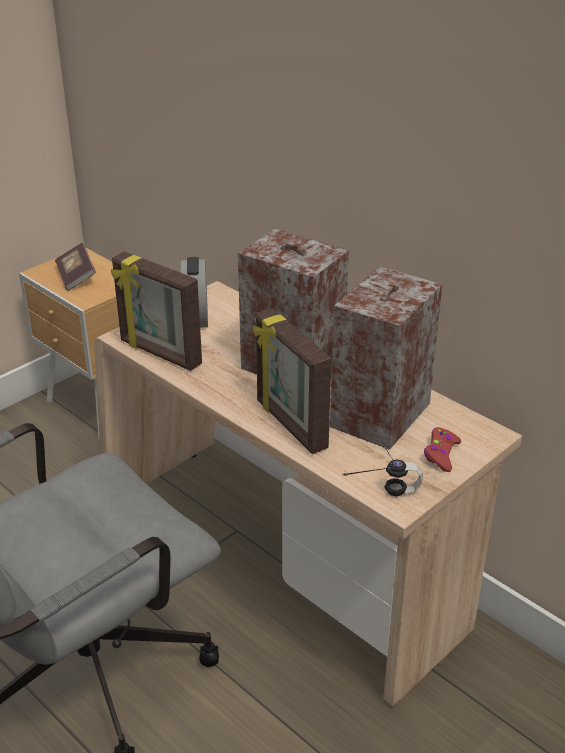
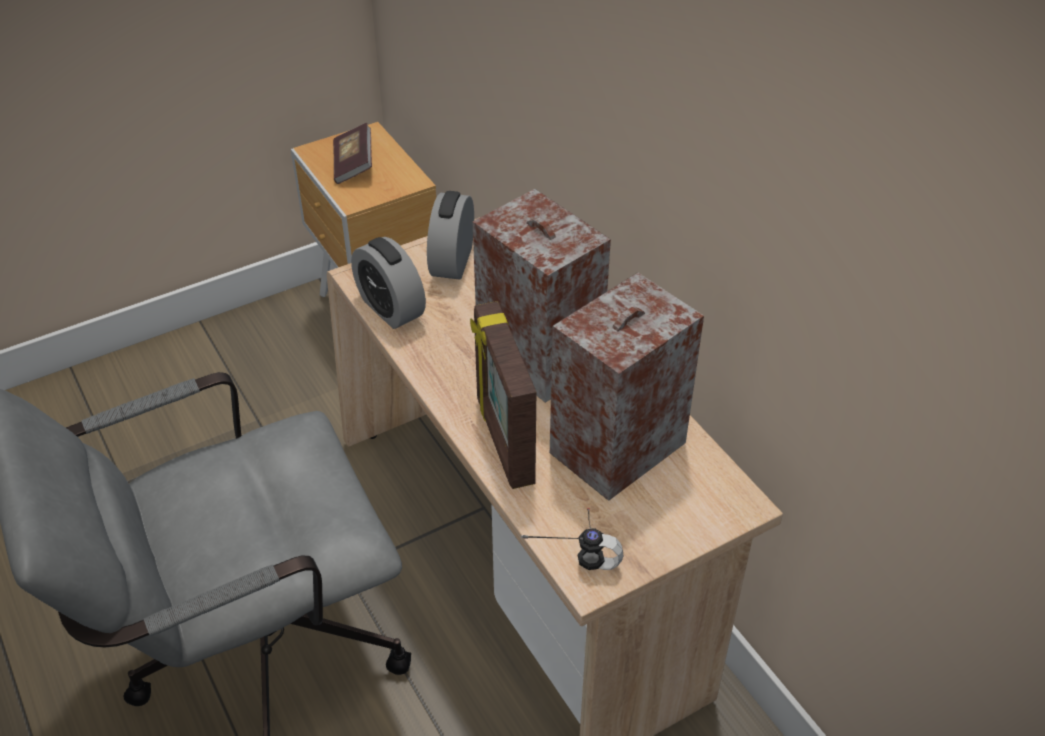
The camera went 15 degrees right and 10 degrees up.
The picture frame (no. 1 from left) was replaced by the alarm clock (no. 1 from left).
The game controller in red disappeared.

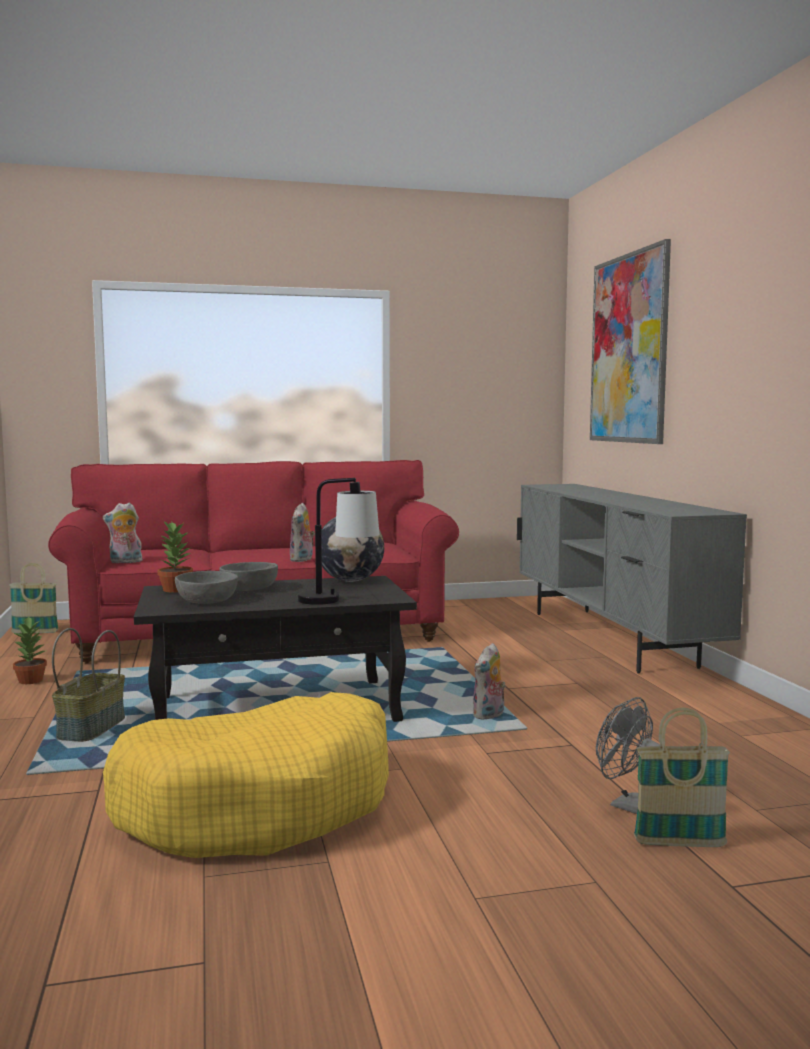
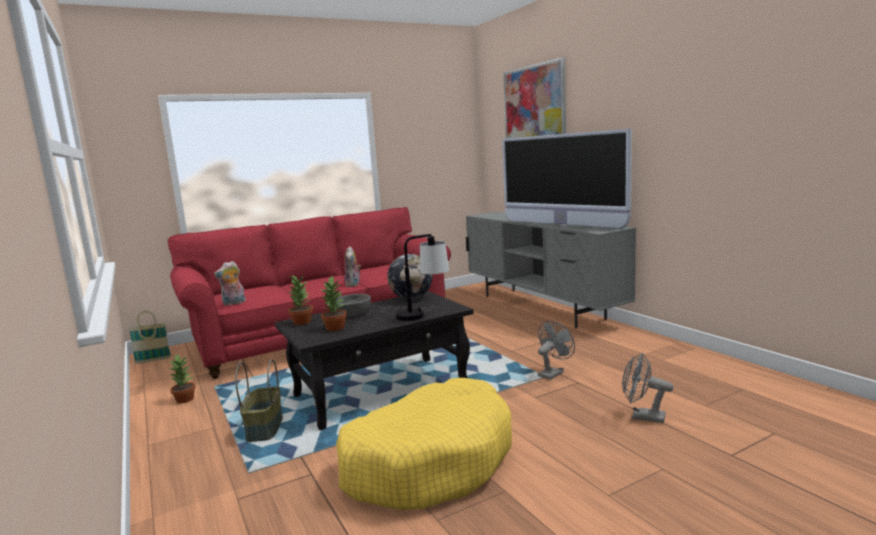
The camera went 15 degrees left and 5 degrees up.
The bowl in grey (no. 1 from left) was replaced by the potted plant (no. 3 from left).
The plush toy (no. 3 from left) disappeared.
The basket (no. 3 from left) disappeared.
The television appeared.
The fan in grey (no. 1 from left) appeared.

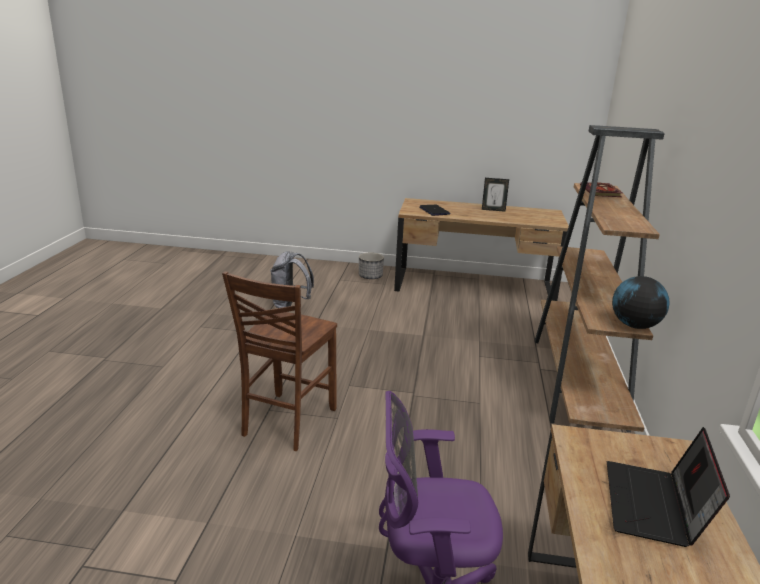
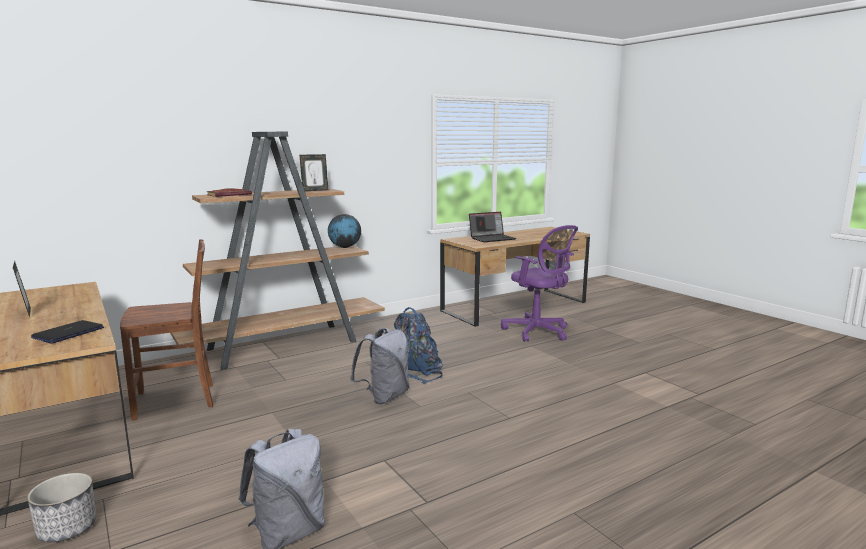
The camera went 130 degrees left and 10 degrees down.
The chair in brown moved.
The picture frame (no. 2 from left) appeared.
The backpack in grey (no. 2 from left) appeared.
The backpack in blue appeared.

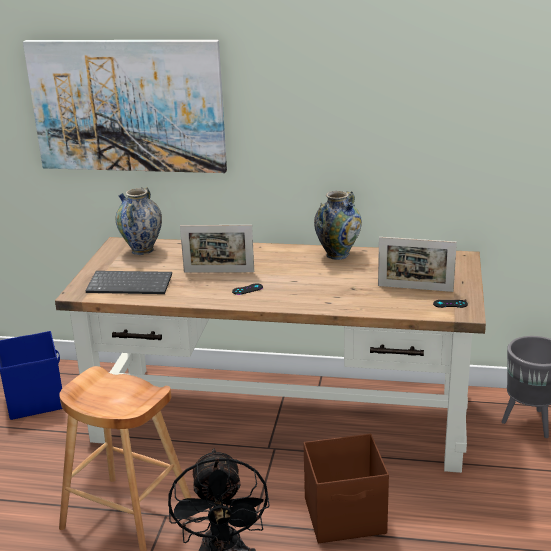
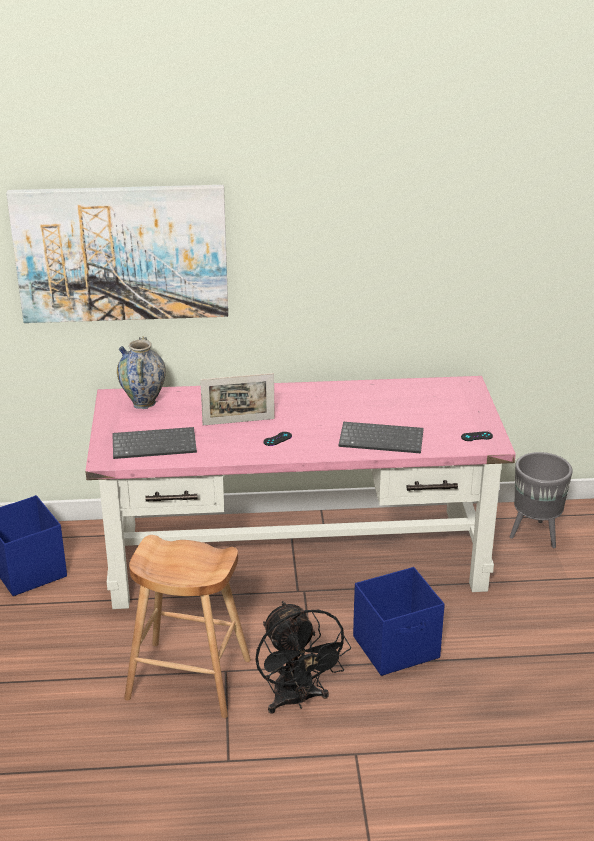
The camera went 15 degrees left and 5 degrees up.
The desk in brown became the desk in pink.
The storage box in brown became the storage box in blue (no. 2 from left).
The vase (no. 2 from left) disappeared.
The picture frame (no. 2 from left) disappeared.
The keyboard (no. 2 from left) appeared.

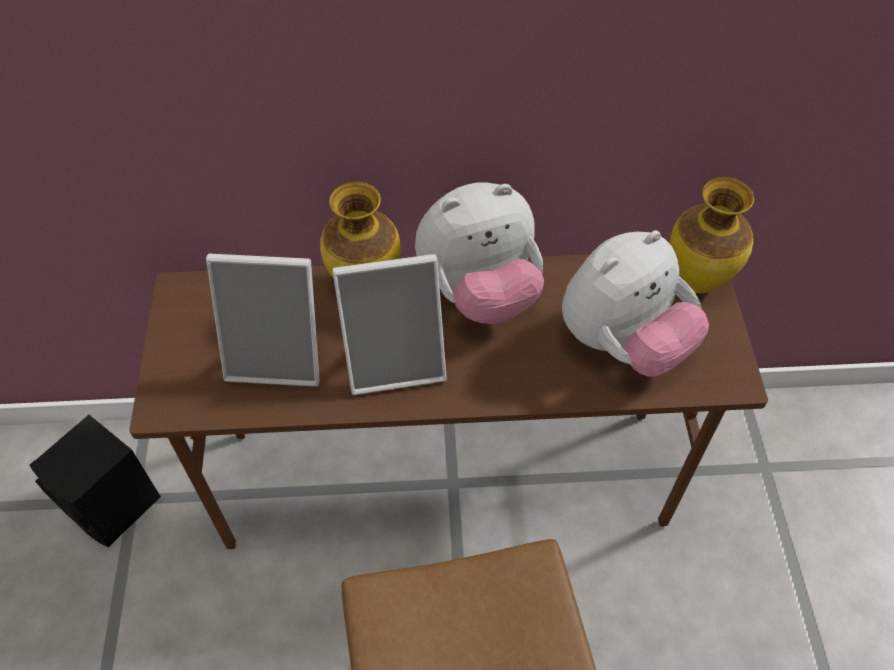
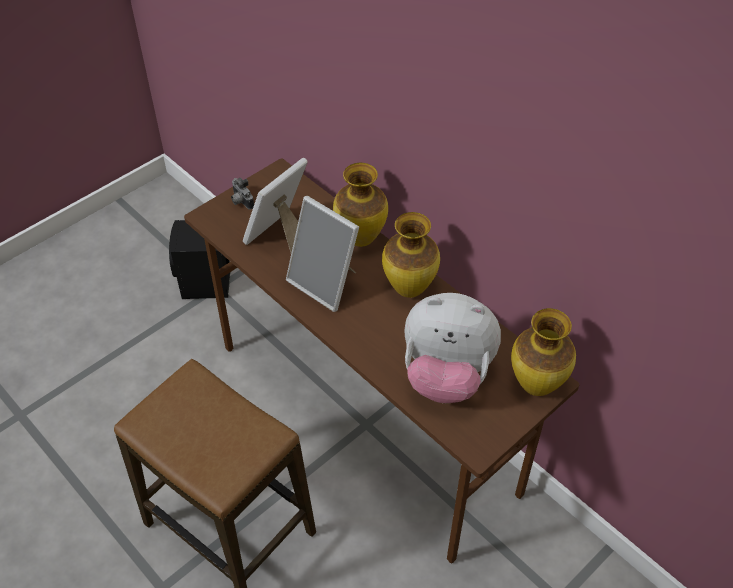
The camera went 50 degrees right and 5 degrees down.
The picture frame (no. 1 from left) turned 75 degrees clockwise.
The plush toy (no. 1 from left) was replaced by the vase (no. 2 from left).
The photo camera appeared.

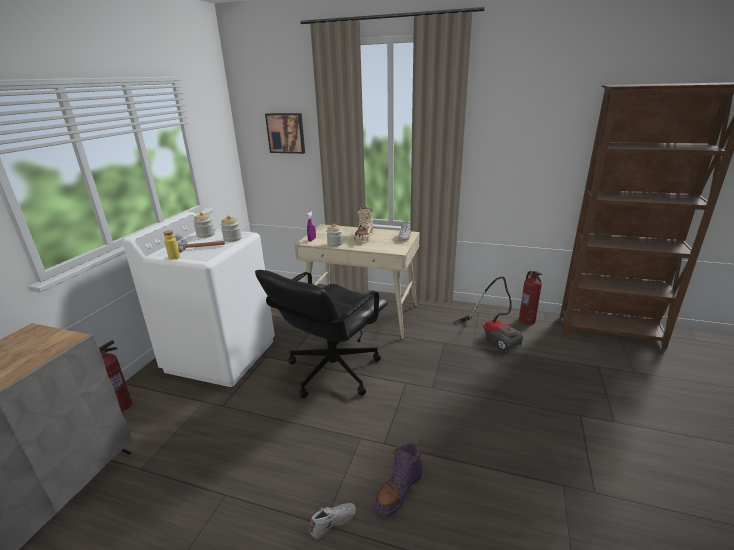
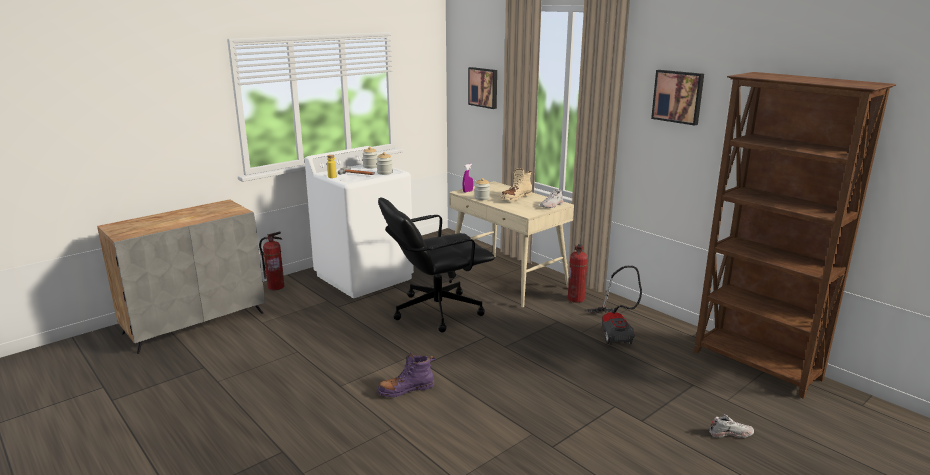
The camera went 30 degrees right and 5 degrees down.
The shoe in white (no. 1 from left in the first image) moved.
The fire extinguisher (no. 2 from left) moved.
The picture (no. 2 from left) appeared.

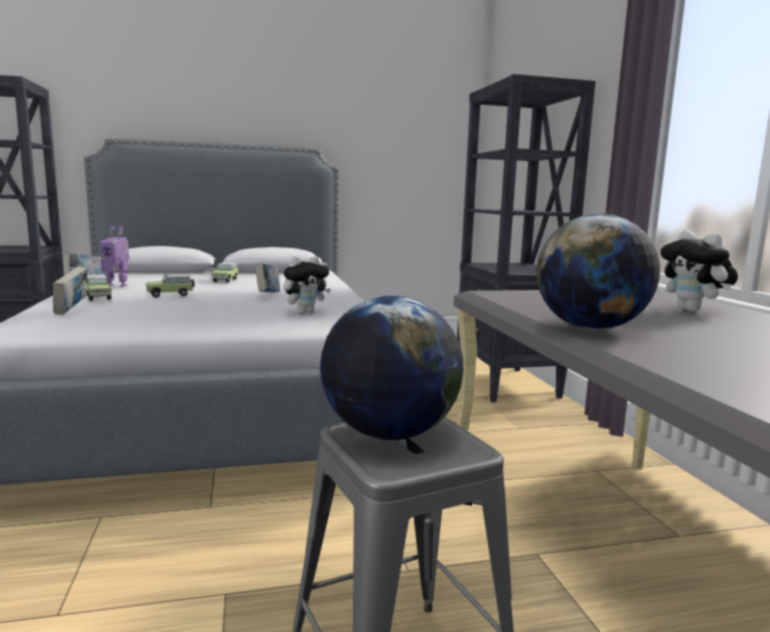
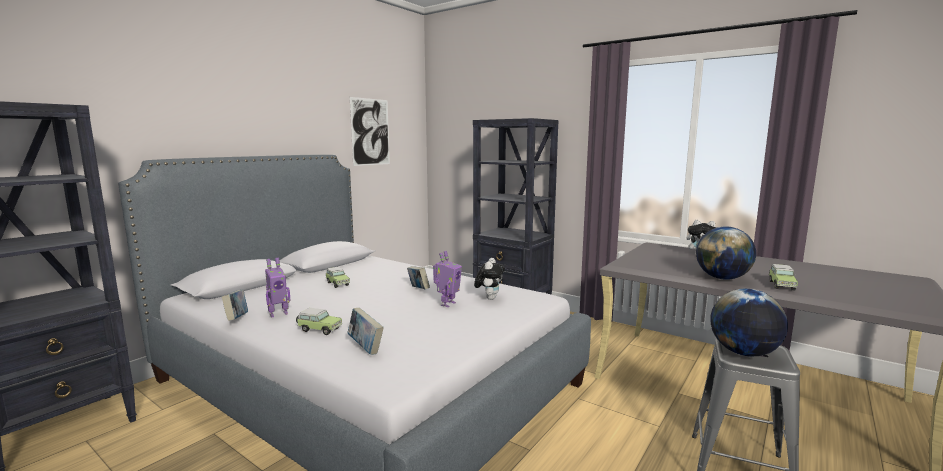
The camera went 40 degrees left and 0 degrees up.
The toy car (no. 2 from left in the first image) moved.
The picture appeared.
The toy robot (no. 2 from left) appeared.

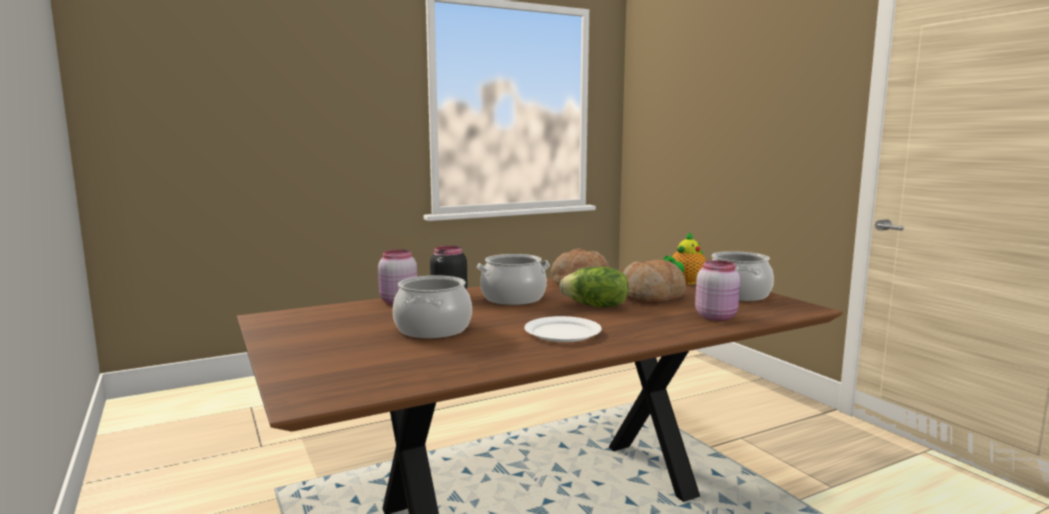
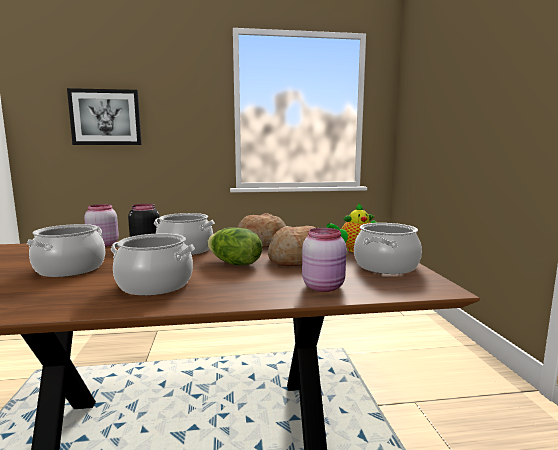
The camera went 20 degrees right and 0 degrees up.
The plate in white was replaced by the cooking pot (no. 2 from left).
The picture appeared.

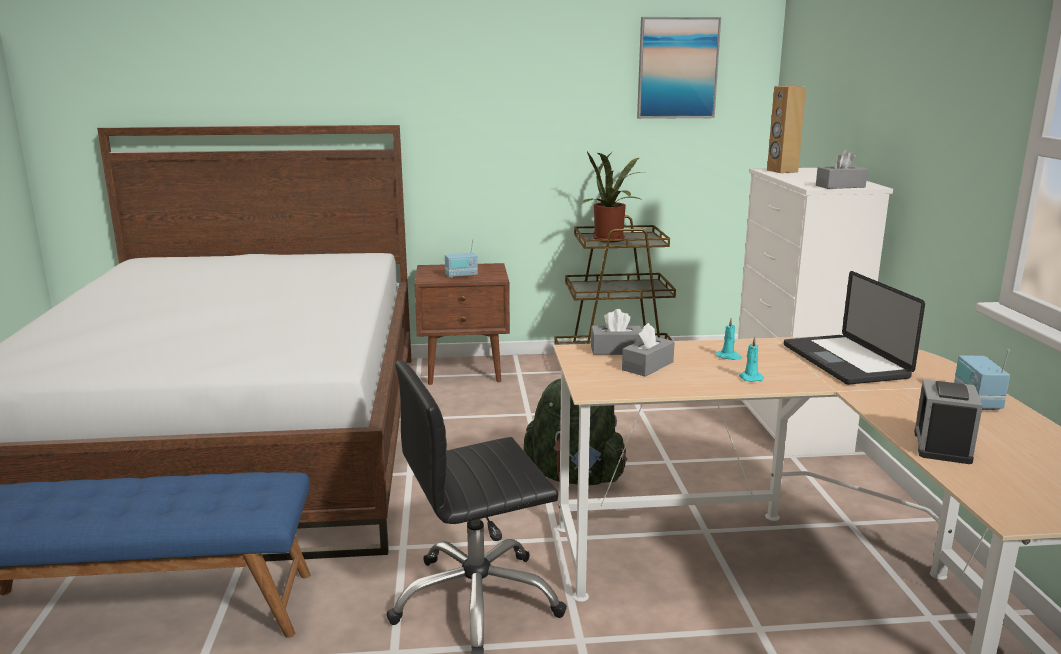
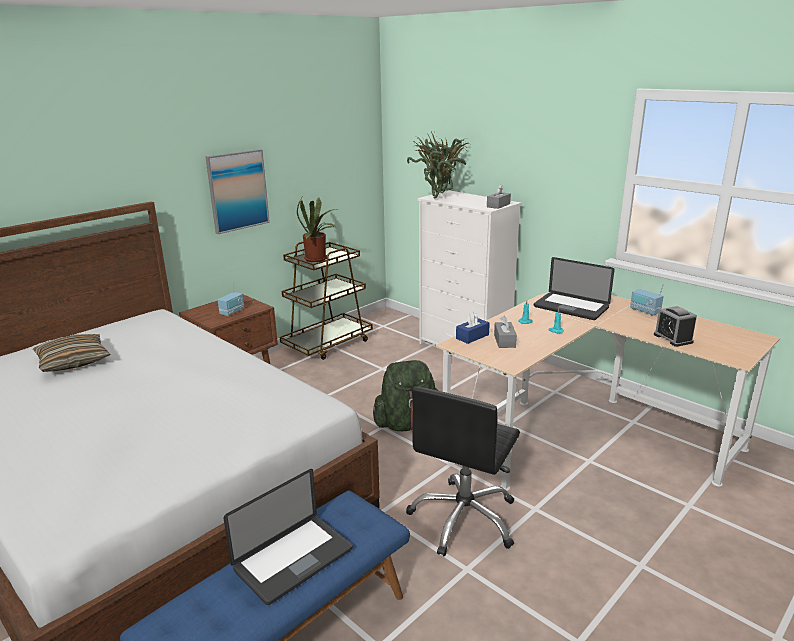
The camera went 40 degrees left and 5 degrees up.
The tissue box in grey (no. 1 from left) became the tissue box in blue.
The picture moved.
The speaker in brown was replaced by the potted plant (no. 2 from left).
The pillow appeared.
The laptop (no. 1 from left) appeared.

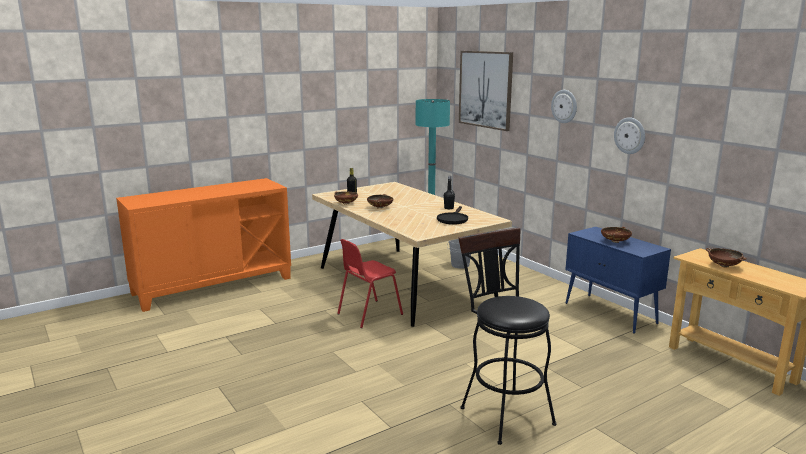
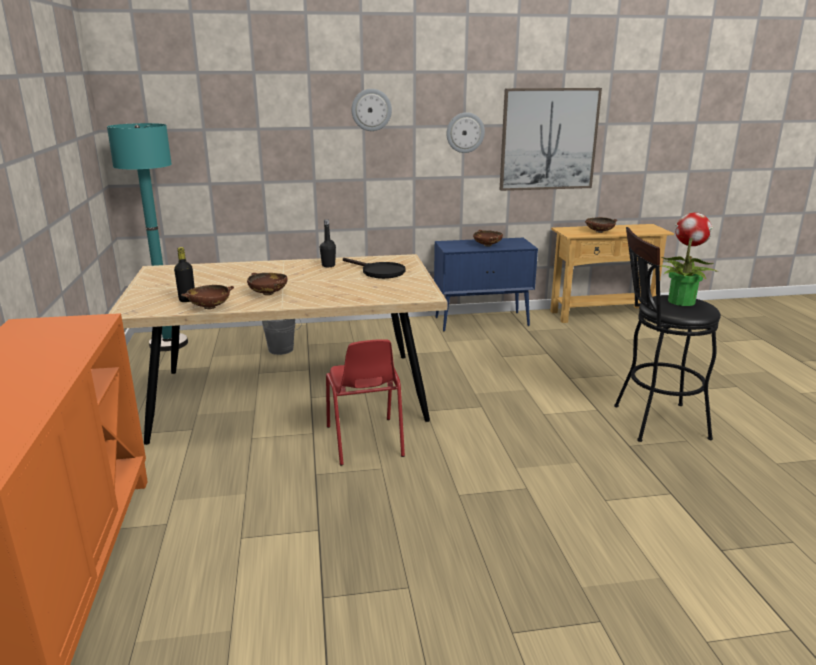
The camera went 65 degrees left and 5 degrees up.
The picture moved.
The potted plant appeared.

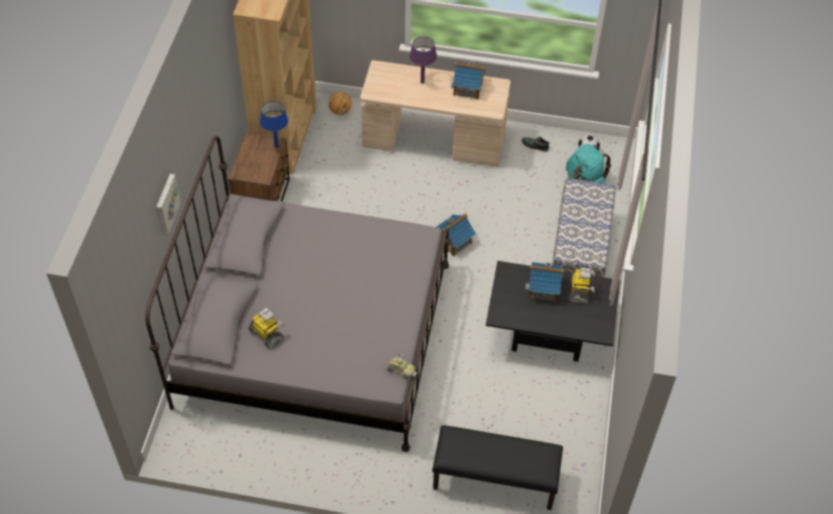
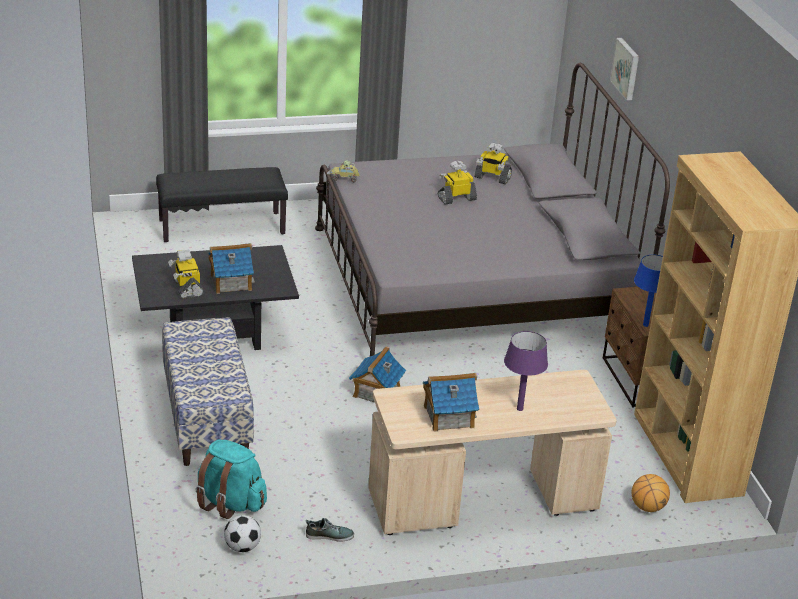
The camera went 155 degrees right and 20 degrees down.
The toy robot (no. 2 from left) appeared.

